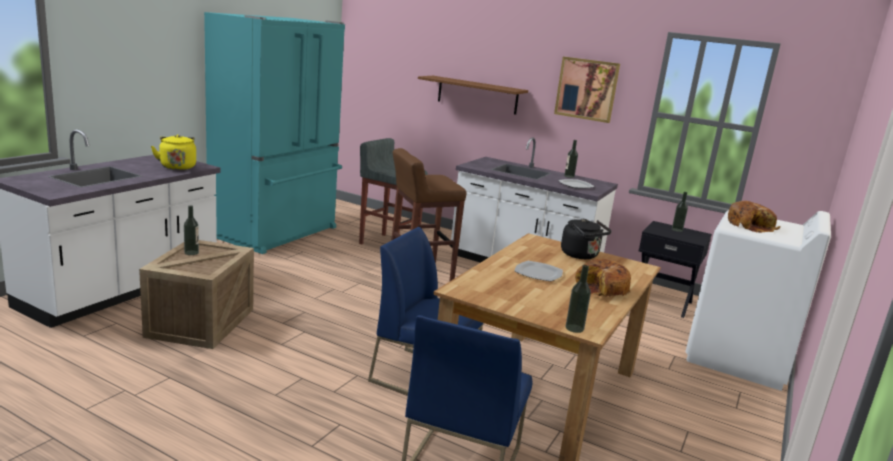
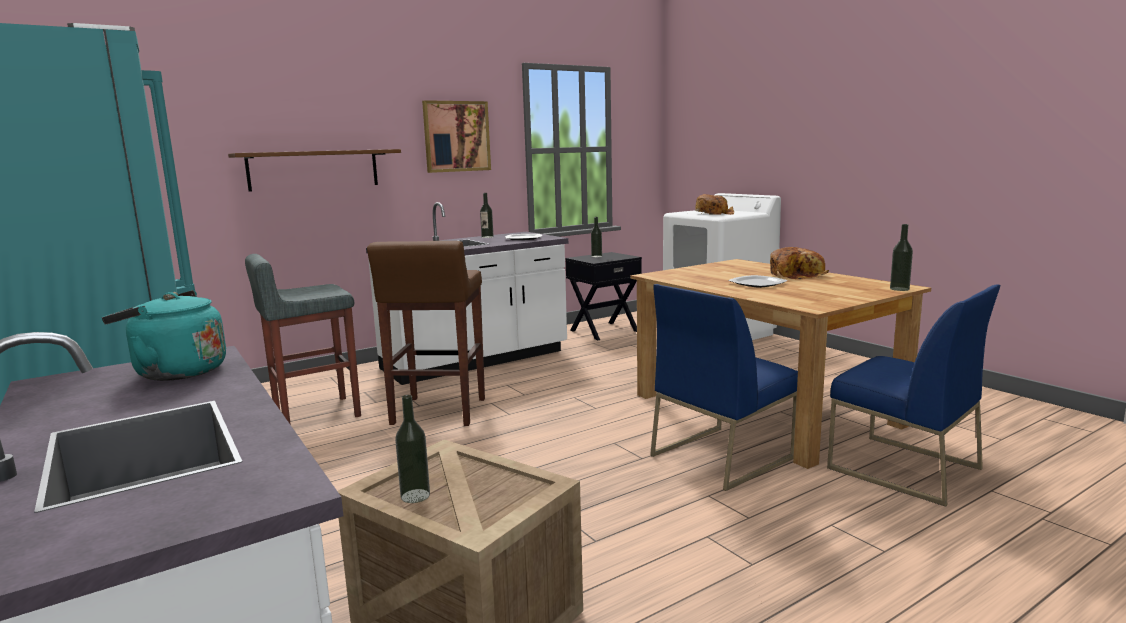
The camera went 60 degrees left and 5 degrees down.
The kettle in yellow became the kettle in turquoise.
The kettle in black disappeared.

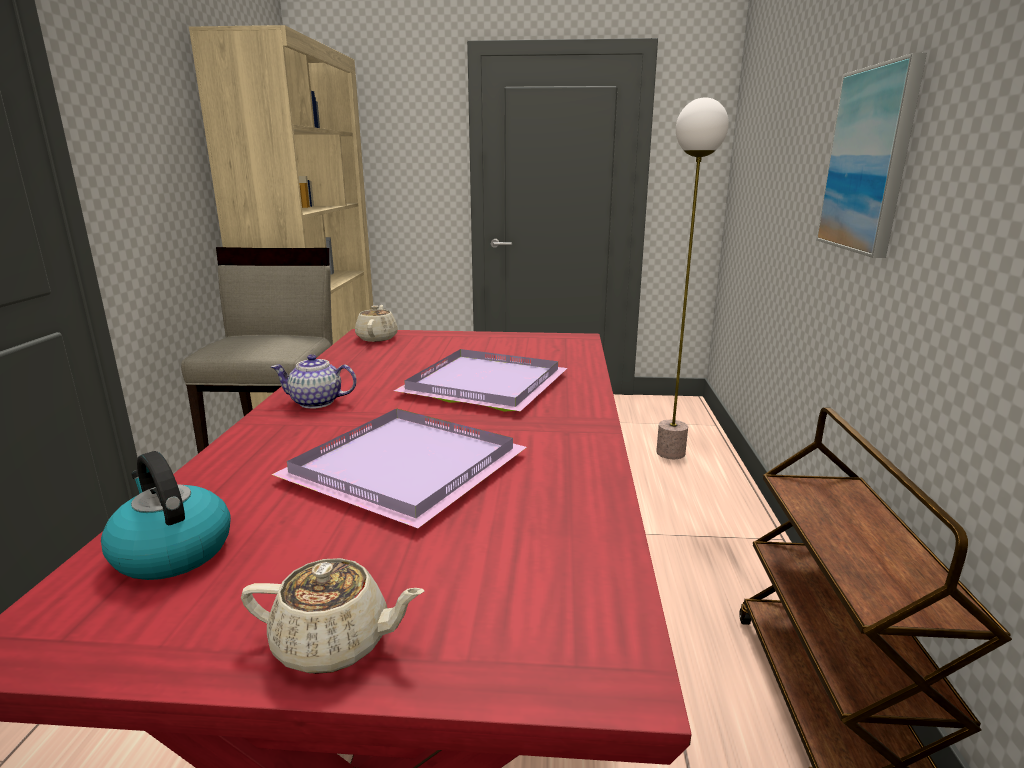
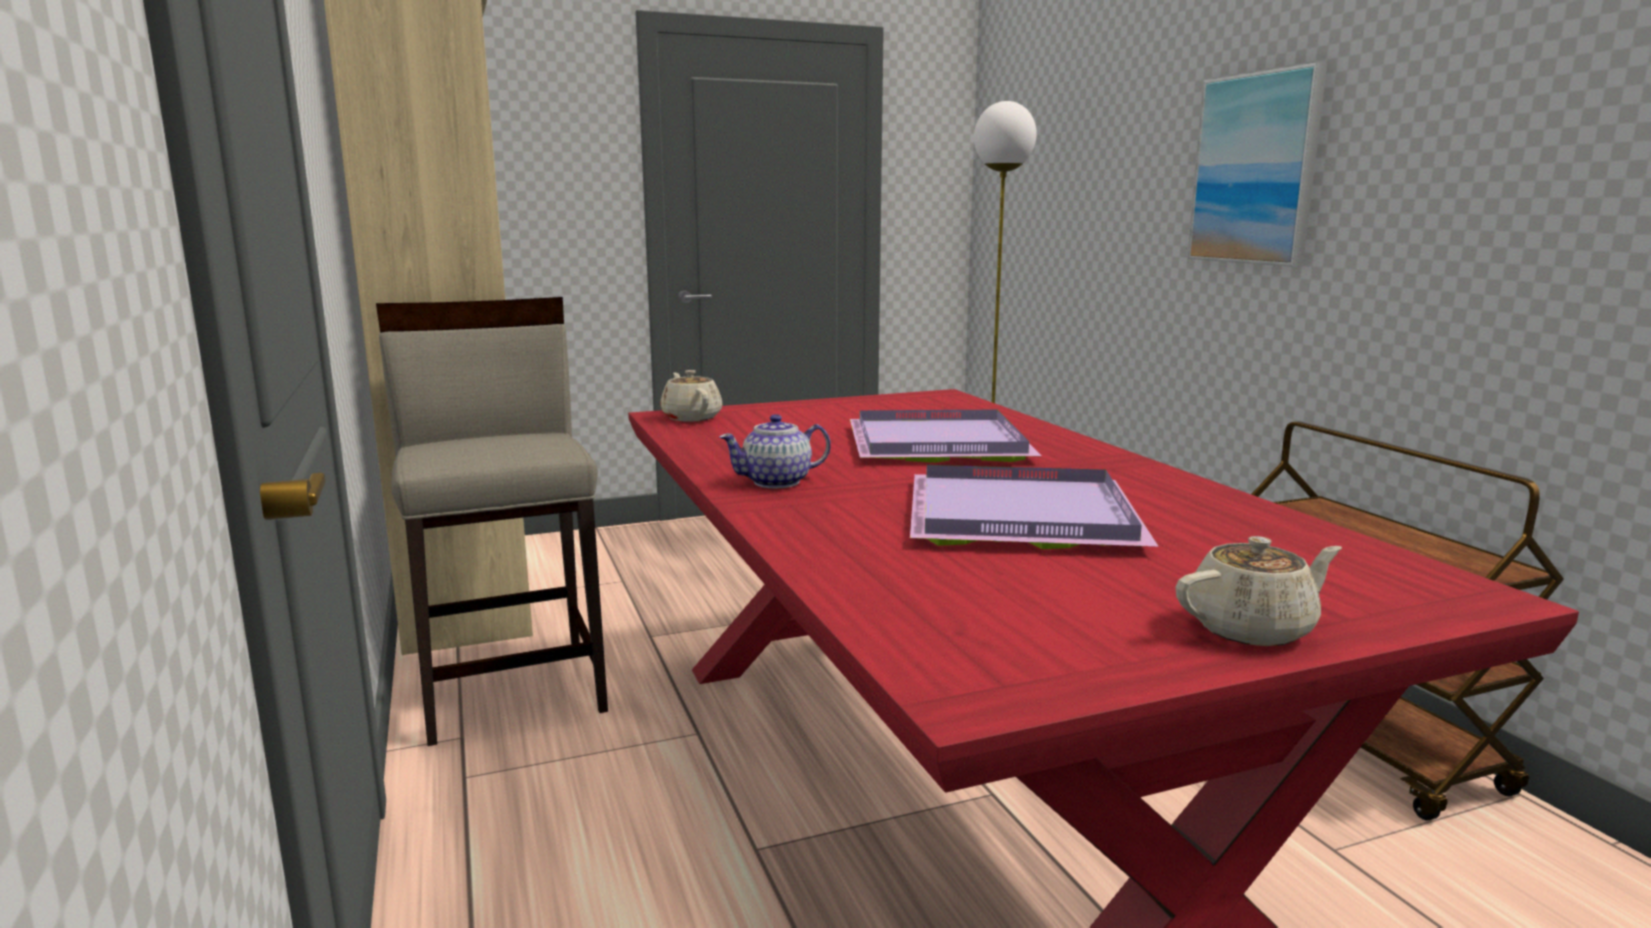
The camera went 25 degrees left and 5 degrees down.
The kettle disappeared.

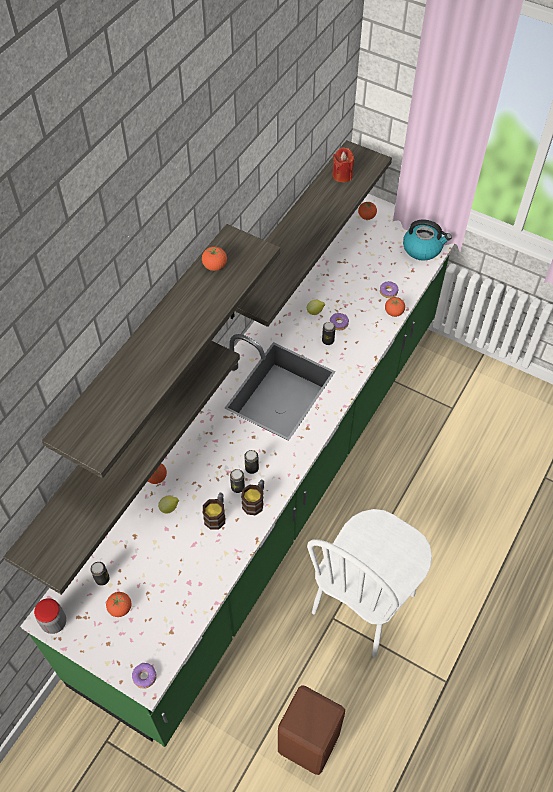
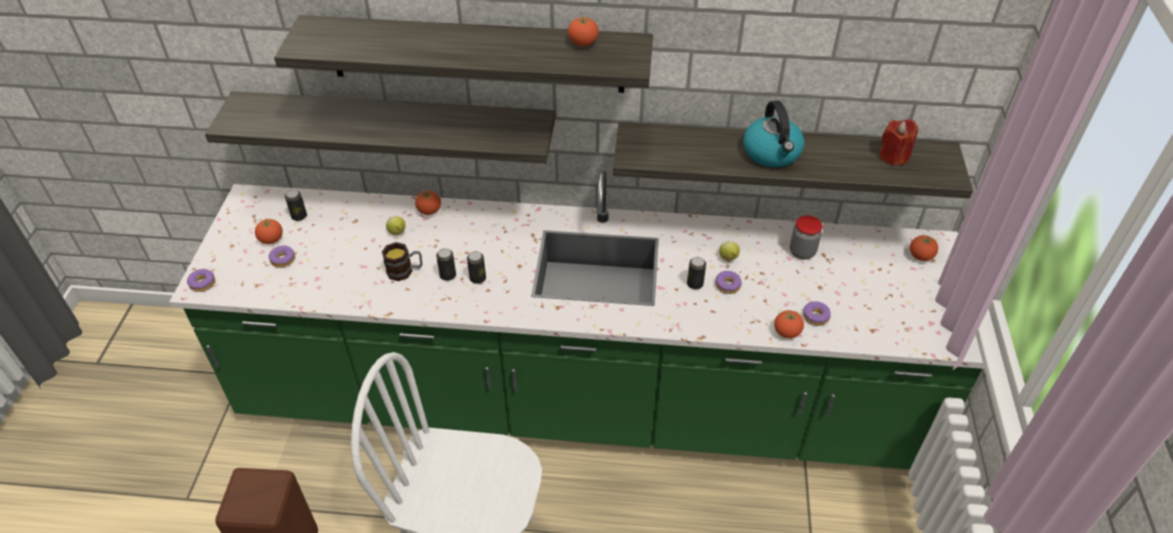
The camera went 65 degrees right and 10 degrees down.
The jar moved.
The mug (no. 2 from left) disappeared.
The kettle moved.
The donut (no. 2 from left) appeared.

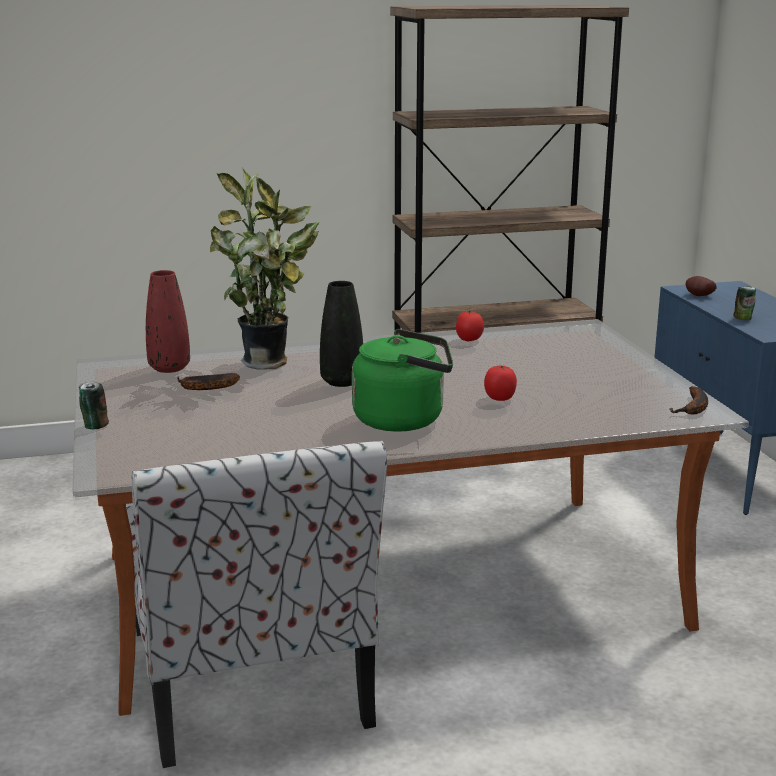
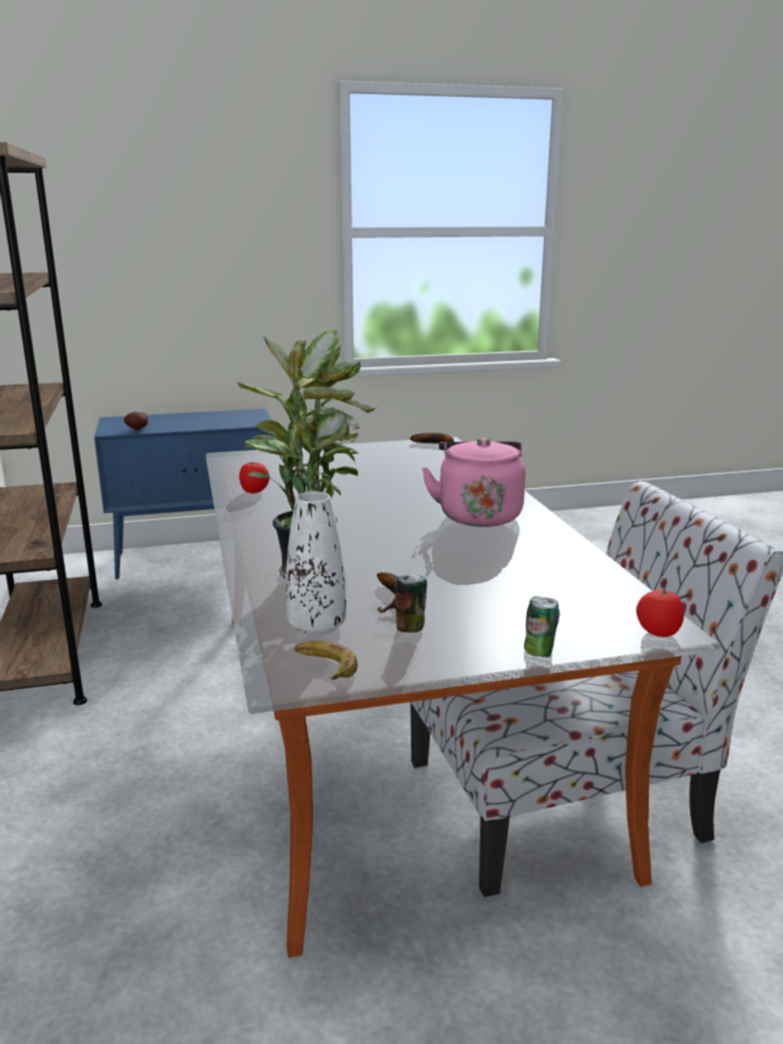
The camera went 90 degrees left and 0 degrees up.
The vase in red became the vase in white.
The vase in black disappeared.
The kettle in green became the kettle in pink.
The tomato (no. 2 from left) moved.
The can (no. 2 from left in the first image) moved.
The banana (no. 1 from left) appeared.

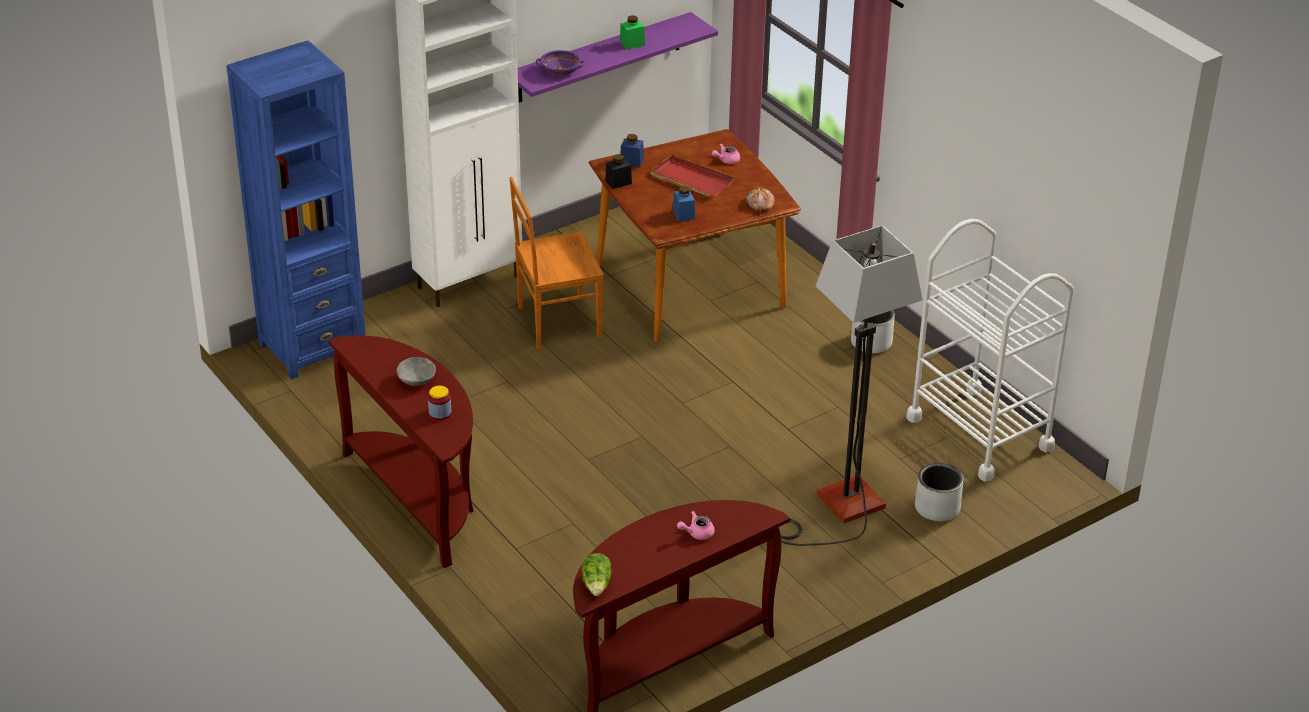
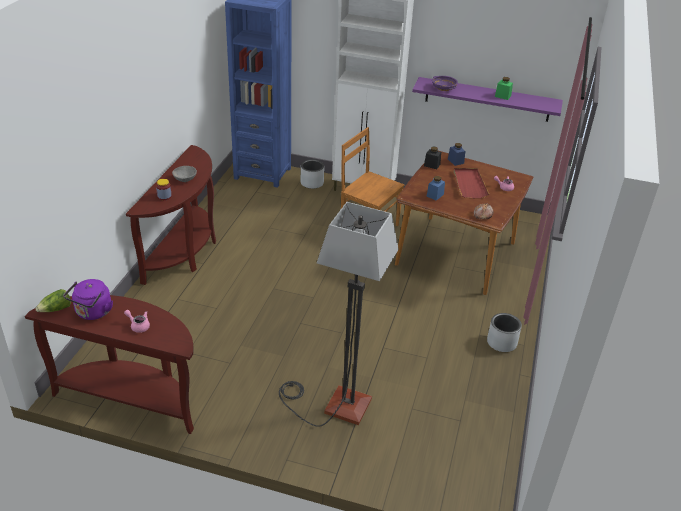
The camera went 50 degrees right and 0 degrees up.
The cart in white disappeared.
The planter in grey (no. 2 from left in the first image) moved.
The kettle in purple appeared.

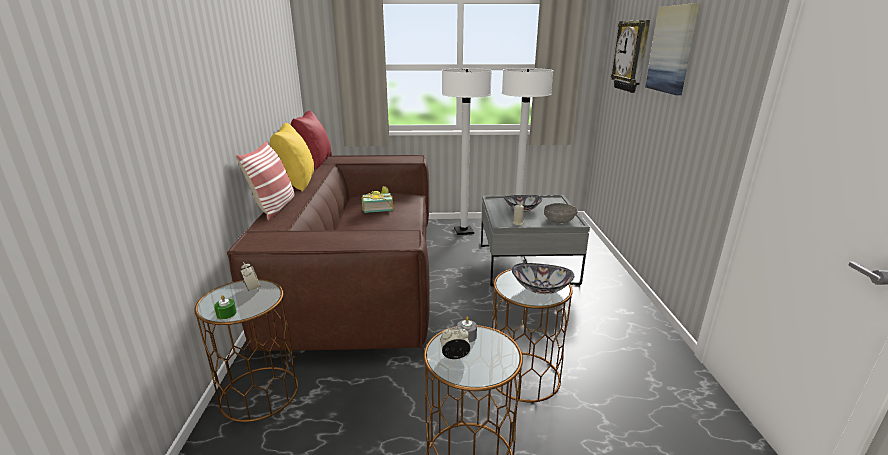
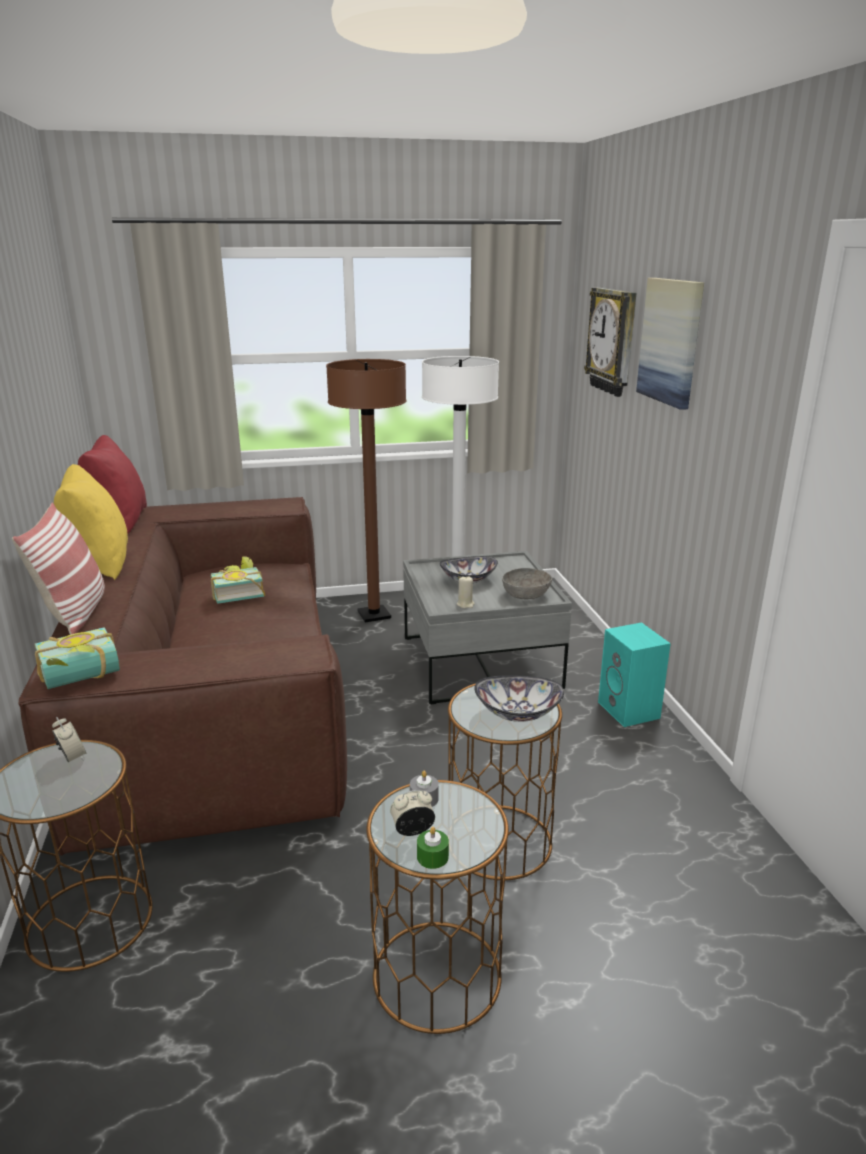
The camera went 10 degrees left and 0 degrees up.
The candle in green moved.
The floor lamp in white (no. 1 from left) became the floor lamp in brown.
The book (no. 1 from left) appeared.
The speaker in turquoise appeared.

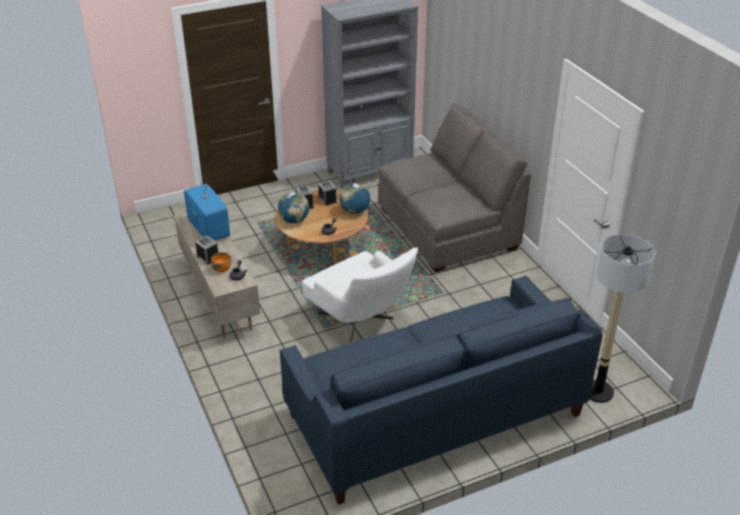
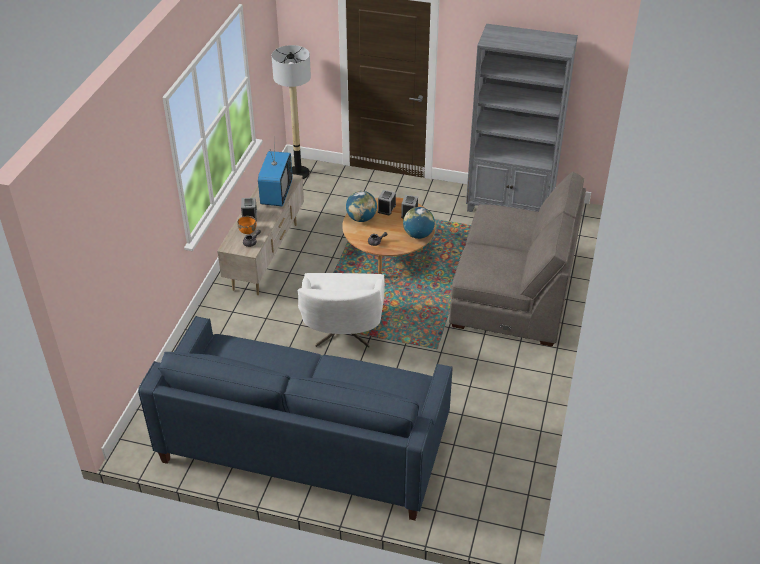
The camera went 40 degrees right and 5 degrees up.
The floor lamp moved.

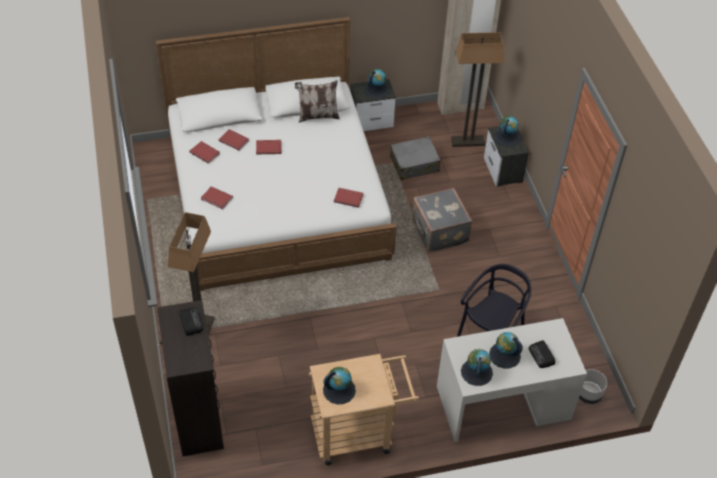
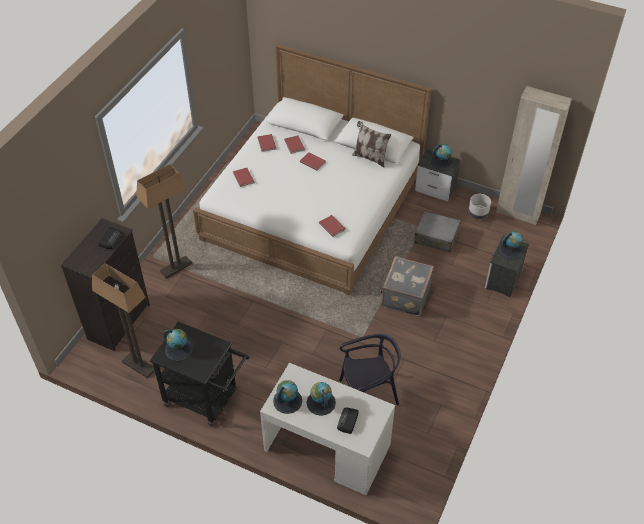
The camera went 40 degrees right and 0 degrees up.
The cart in beige became the cart in black.
The floor lamp (no. 2 from left in the first image) moved.
The planter in grey moved.

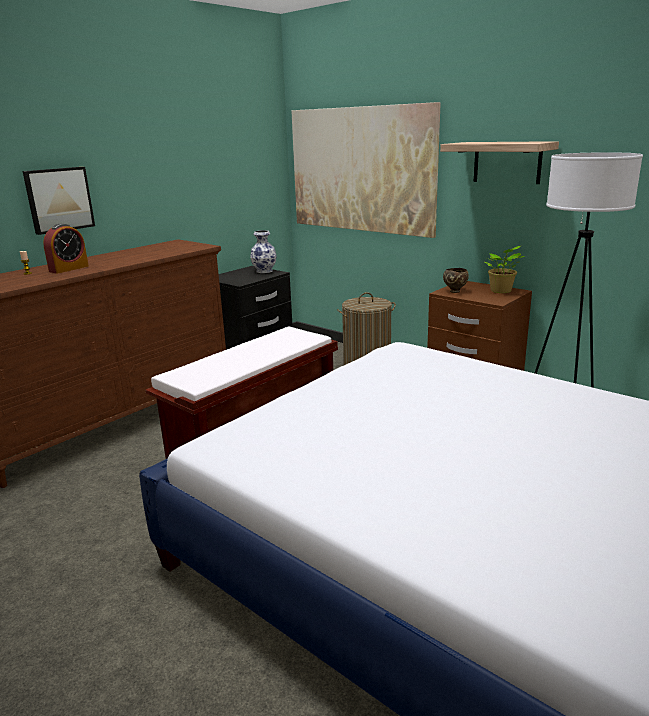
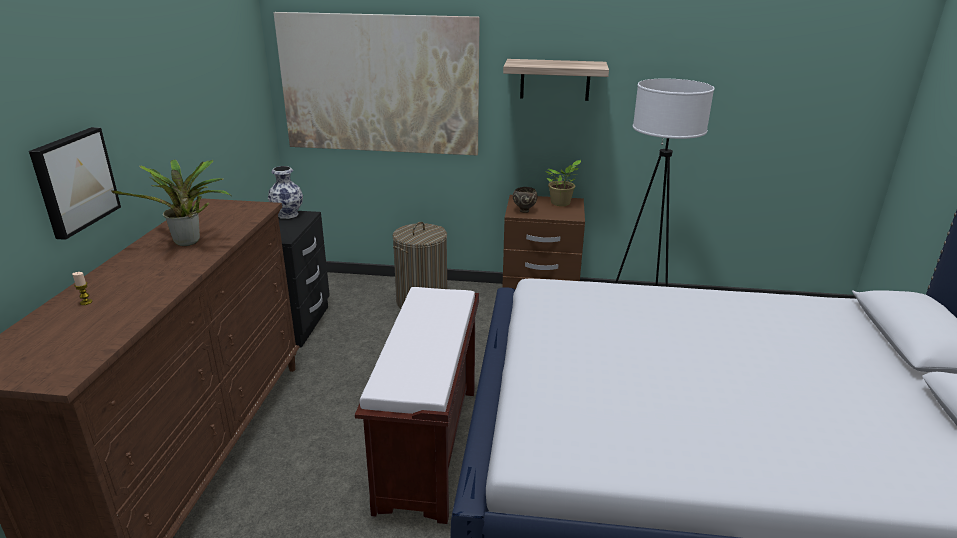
The camera went 35 degrees left and 5 degrees up.
The alarm clock disappeared.
The potted plant (no. 1 from left) appeared.

